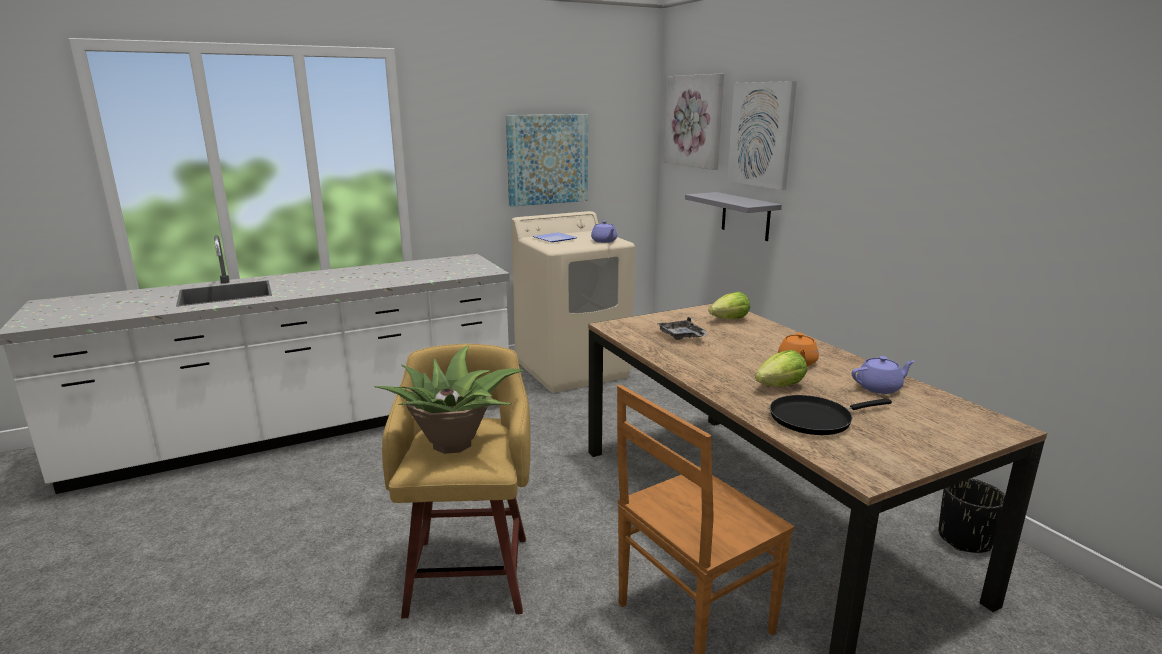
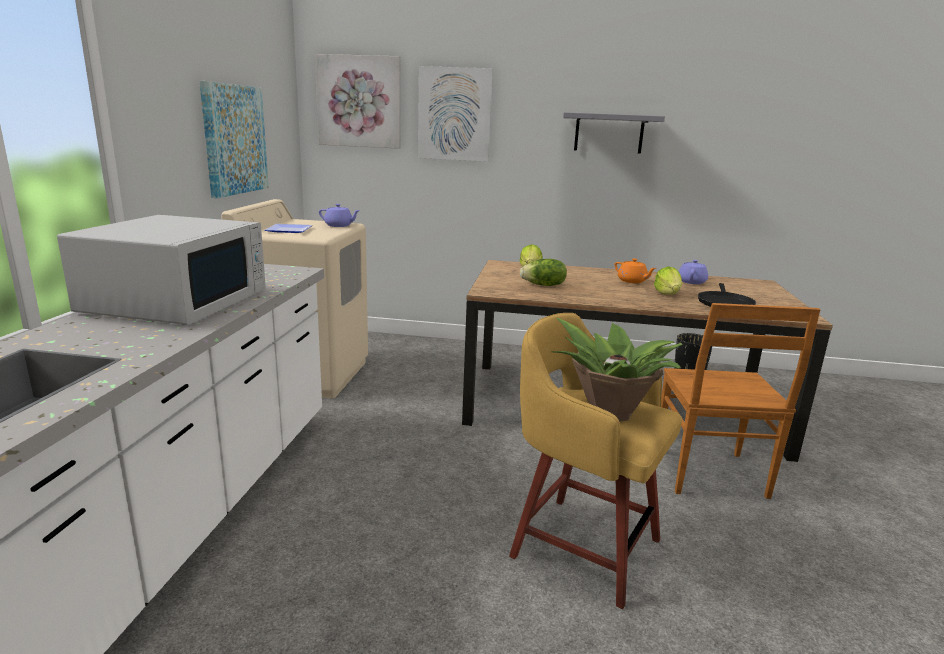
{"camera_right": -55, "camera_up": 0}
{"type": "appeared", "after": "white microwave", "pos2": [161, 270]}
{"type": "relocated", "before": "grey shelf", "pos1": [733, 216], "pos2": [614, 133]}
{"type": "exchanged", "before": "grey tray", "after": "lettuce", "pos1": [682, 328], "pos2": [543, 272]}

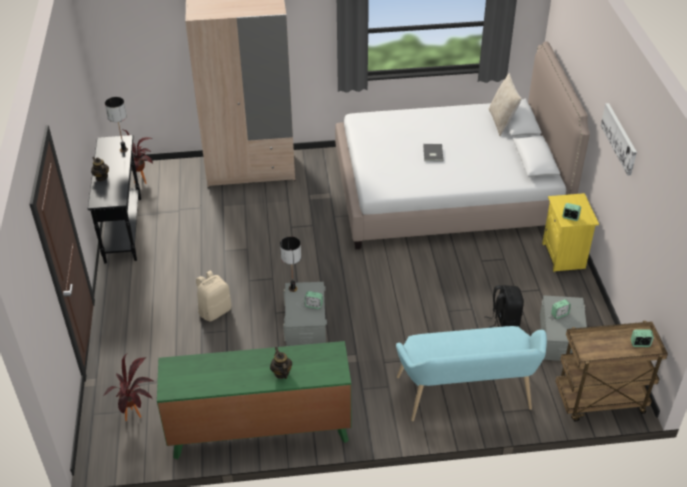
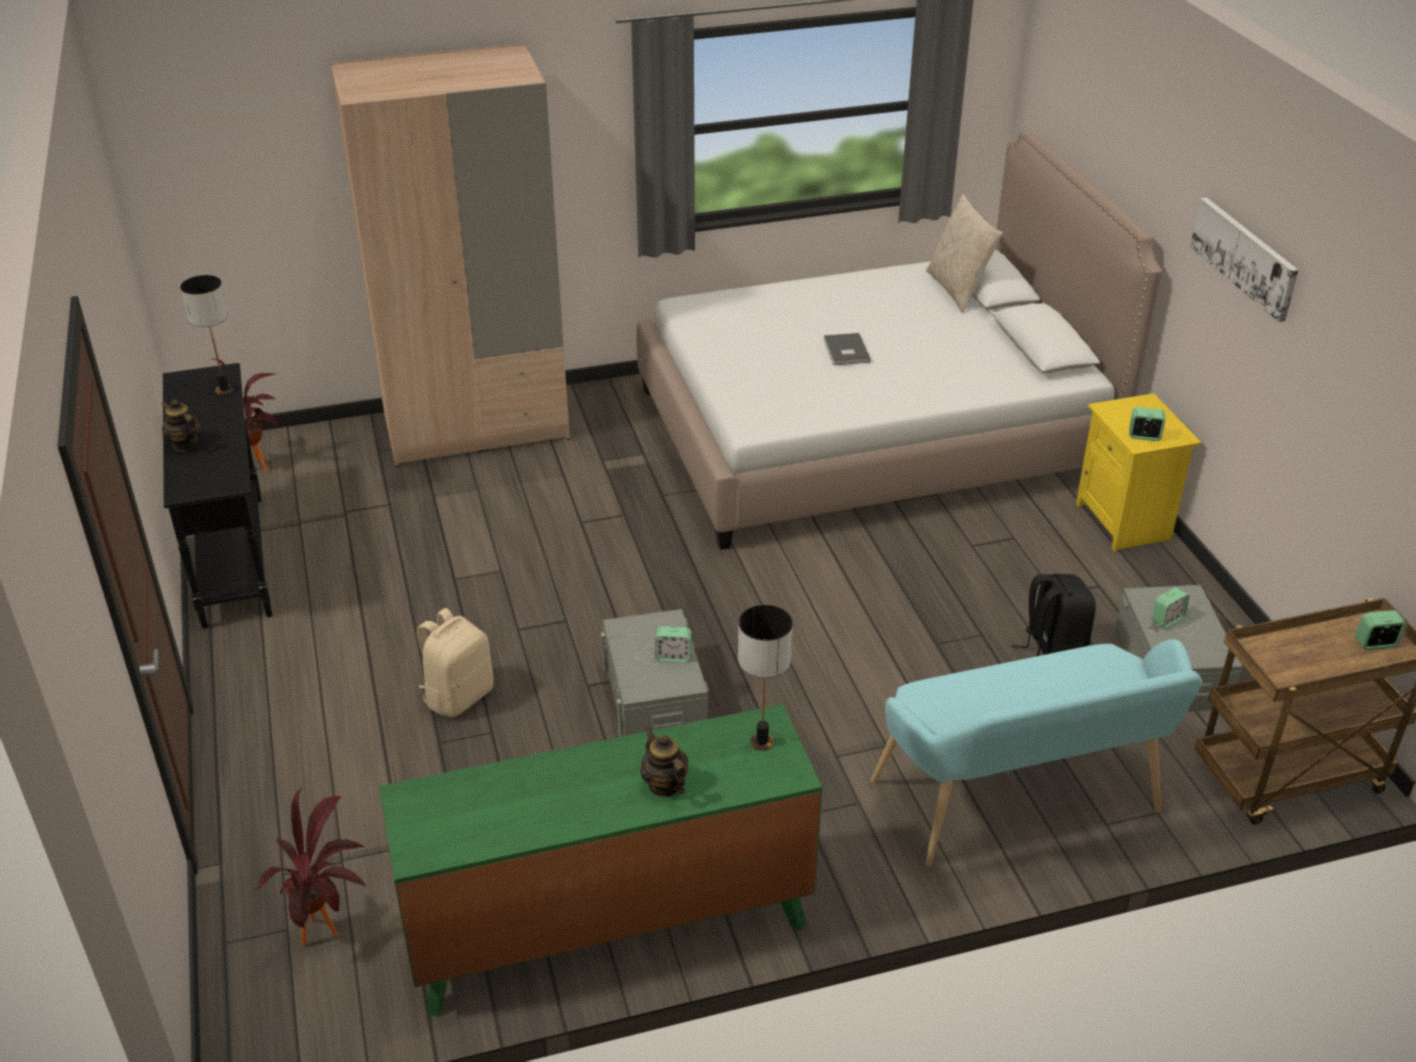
{"camera_right": -10, "camera_up": -5}
{"type": "relocated", "before": "table lamp", "pos1": [290, 264], "pos2": [765, 678]}

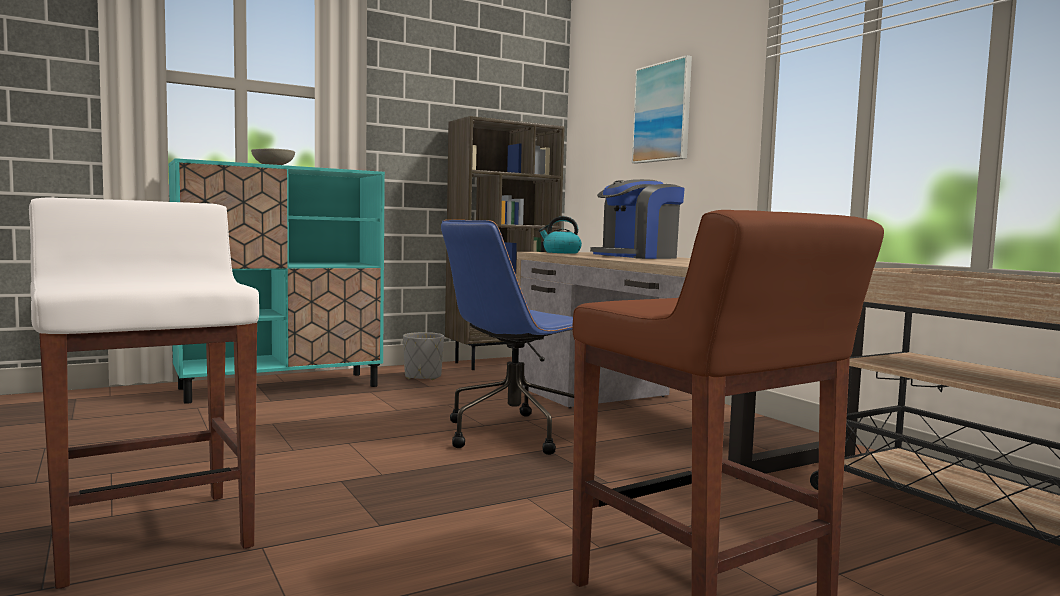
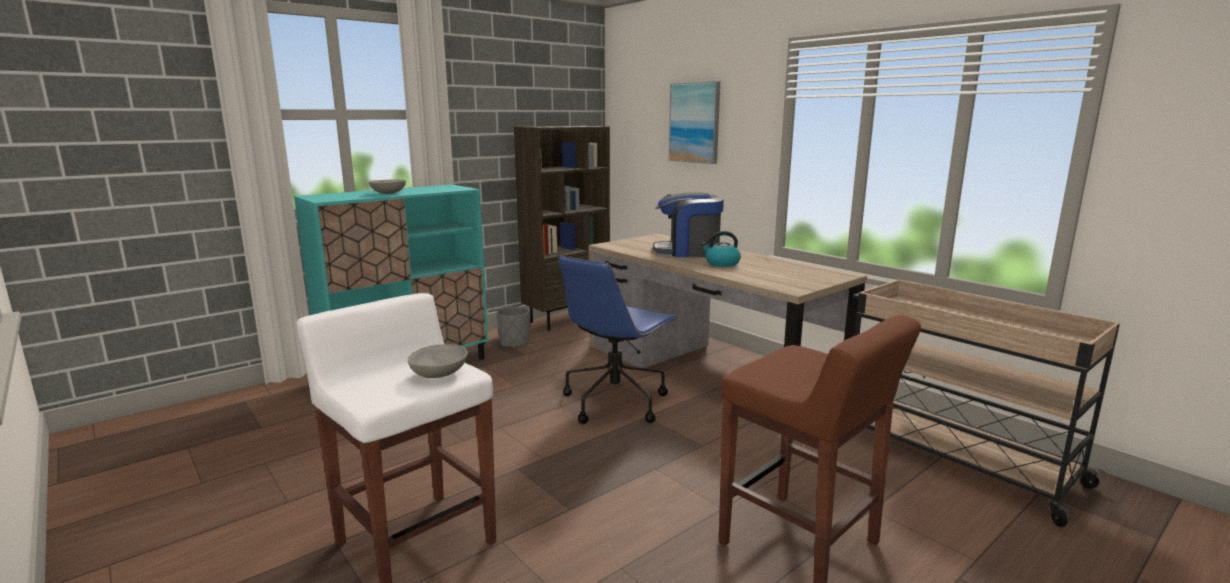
{"camera_right": -10, "camera_up": 10}
{"type": "appeared", "after": "grey bowl", "pos2": [438, 361]}
{"type": "relocated", "before": "kettle", "pos1": [560, 234], "pos2": [721, 249]}
{"type": "spun", "before": "coffee machine", "pos1": [637, 219], "pos2": [688, 224], "turn": 45}

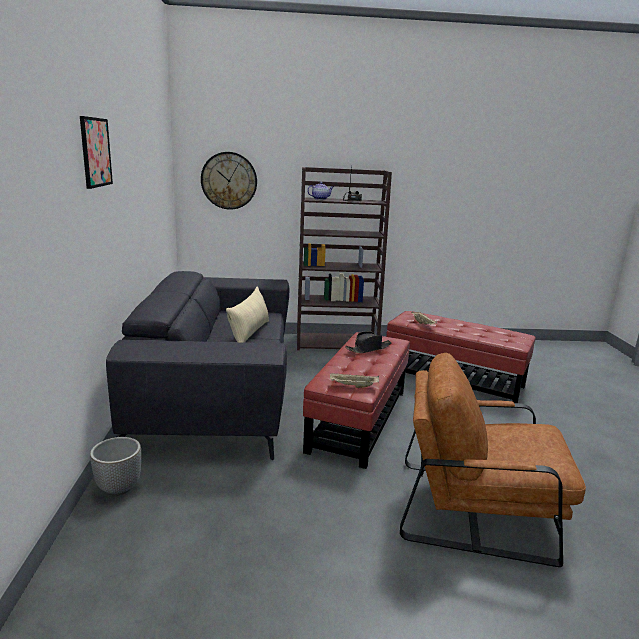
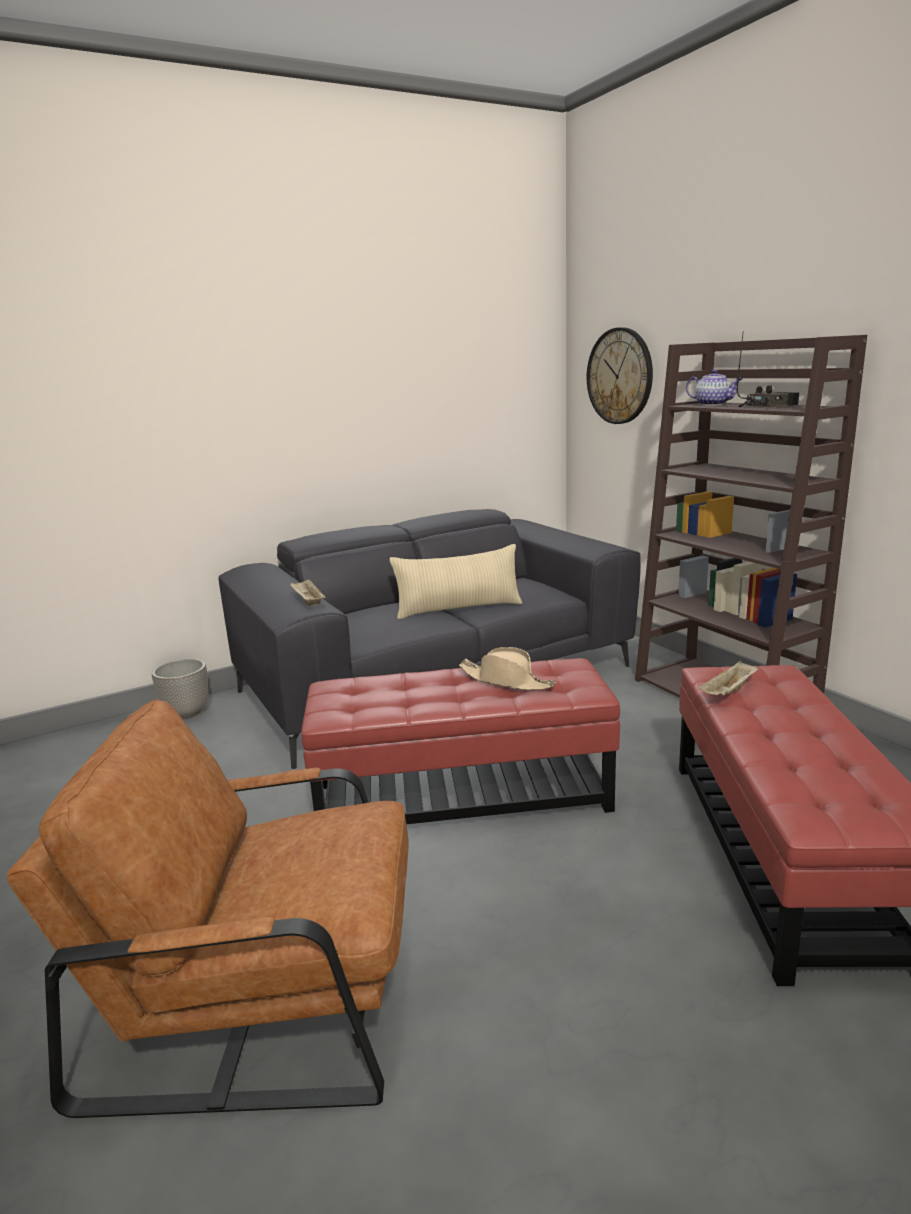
{"camera_right": 65, "camera_up": 0}
{"type": "missing", "before": "picture", "pos1": [96, 152]}
{"type": "relocated", "before": "beige tray", "pos1": [354, 380], "pos2": [307, 592]}
{"type": "colour", "before": "black hat", "after": "beige hat", "pos1": [368, 342], "pos2": [507, 668]}
{"type": "spun", "before": "brown armchair", "pos1": [493, 460], "pos2": [208, 909], "turn": -75}

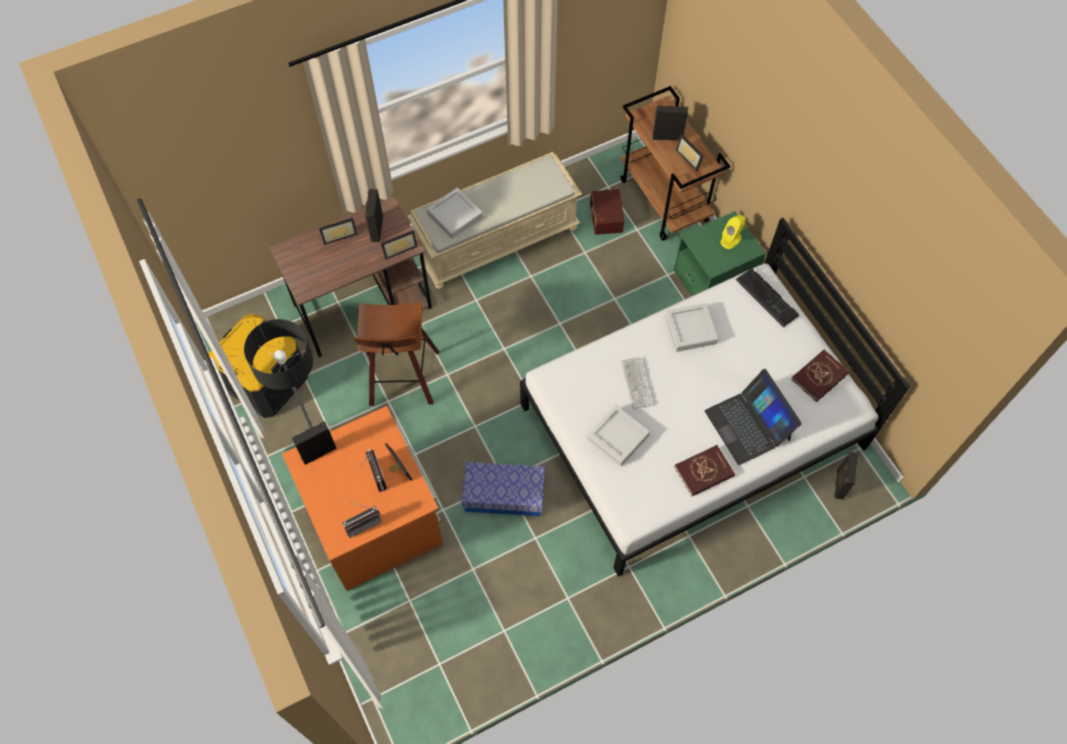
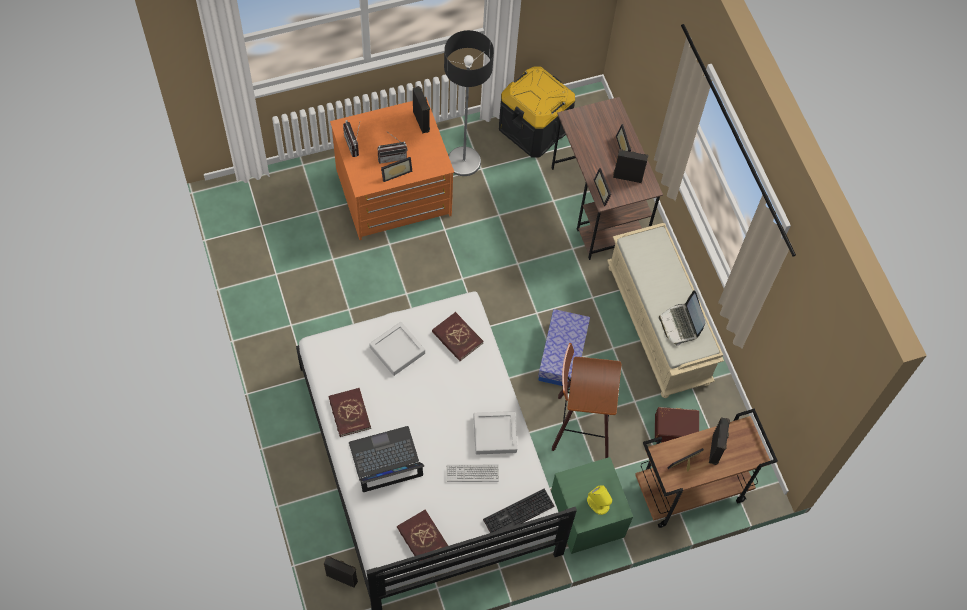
{"camera_right": 95, "camera_up": 0}
{"type": "missing", "before": "grey tray", "pos1": [455, 213]}
{"type": "appeared", "after": "red book", "pos2": [457, 336]}
{"type": "appeared", "after": "laptop", "pos2": [682, 318]}
{"type": "relocated", "before": "stool", "pos1": [396, 354], "pos2": [586, 400]}
{"type": "relocated", "before": "storage box", "pos1": [503, 489], "pos2": [564, 348]}
{"type": "relocated", "before": "keyboard", "pos1": [636, 383], "pos2": [472, 473]}

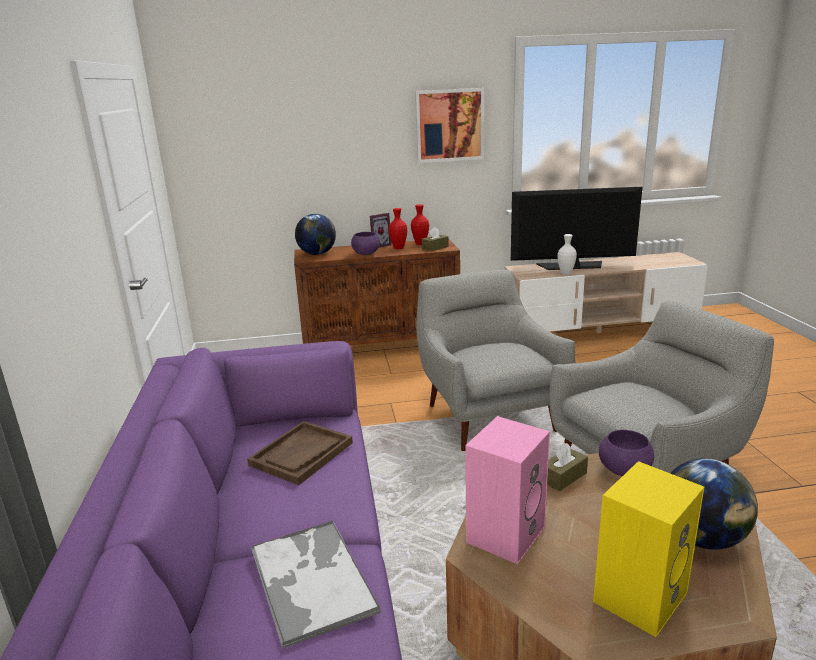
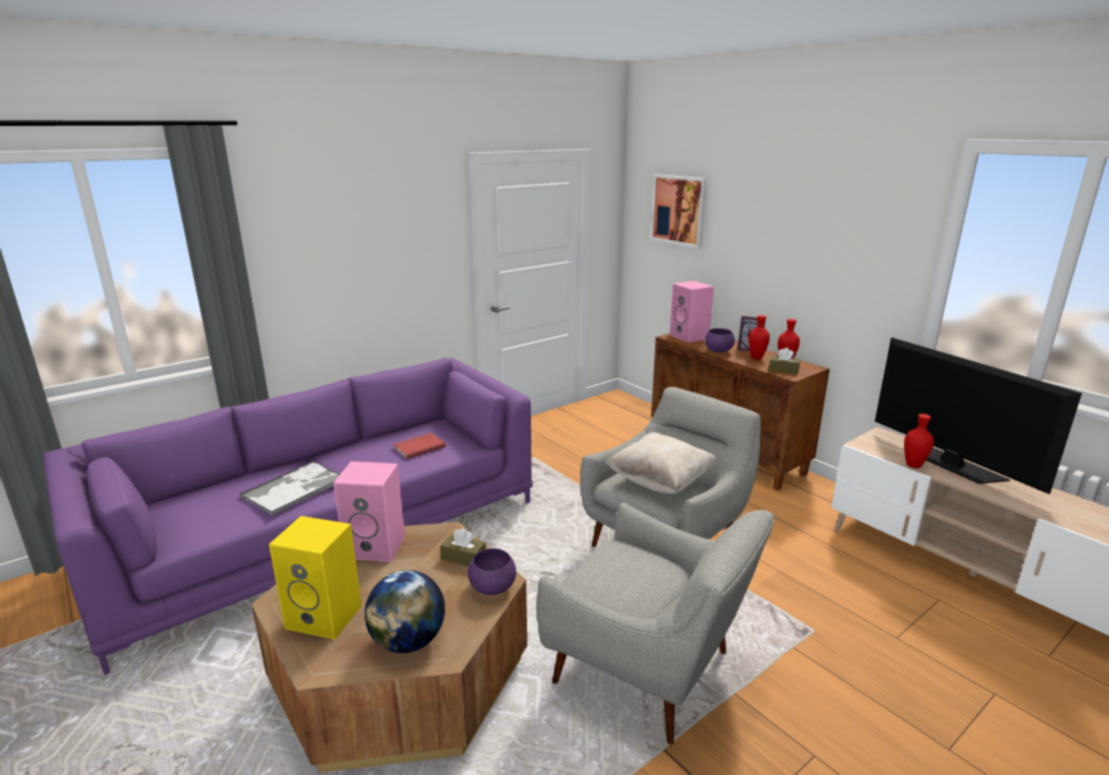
{"camera_right": 60, "camera_up": 0}
{"type": "appeared", "after": "beige pillow", "pos2": [661, 463]}
{"type": "relocated", "before": "picture", "pos1": [449, 125], "pos2": [678, 211]}
{"type": "exchanged", "before": "brown tray", "after": "red book", "pos1": [300, 453], "pos2": [419, 446]}
{"type": "exchanged", "before": "globe", "after": "pink speaker", "pos1": [315, 234], "pos2": [691, 312]}
{"type": "colour", "before": "white vase", "after": "red vase", "pos1": [567, 254], "pos2": [919, 441]}

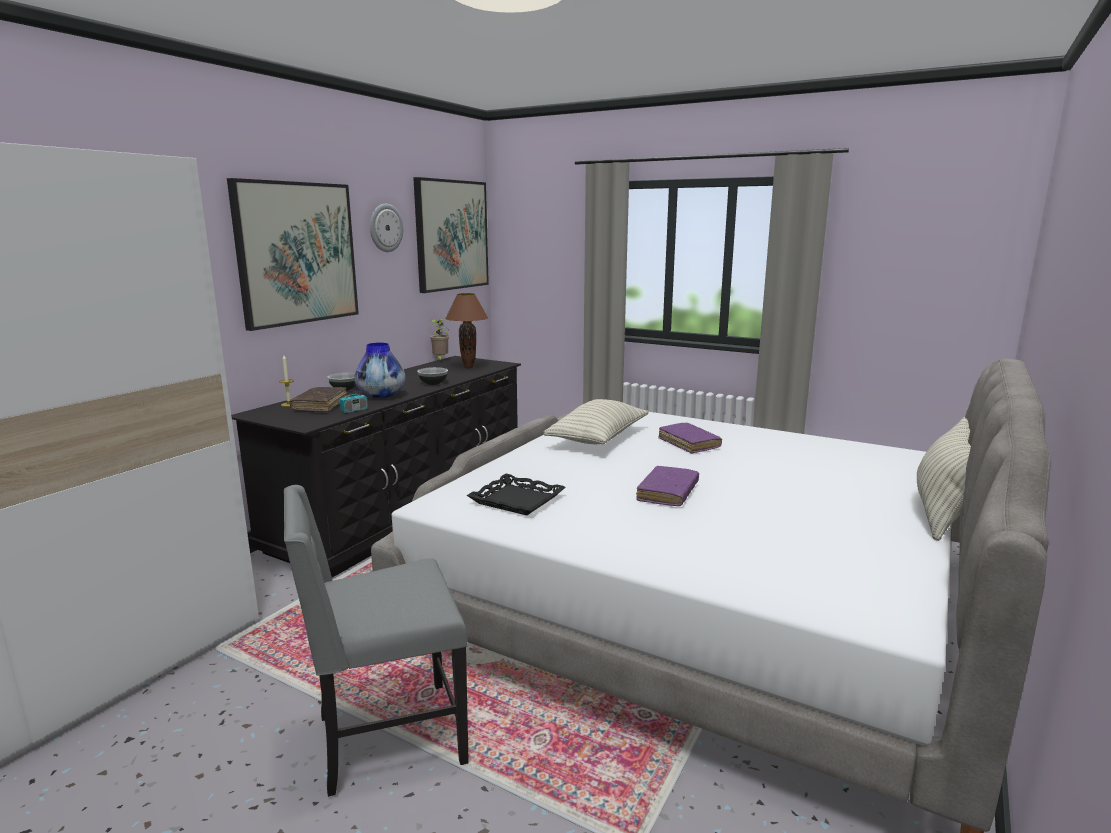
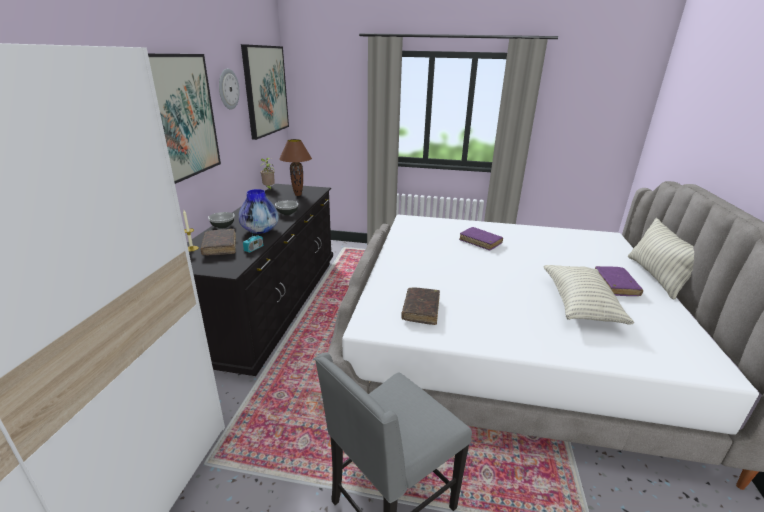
{"camera_right": -20, "camera_up": 10}
{"type": "relocated", "before": "pillow", "pos1": [596, 421], "pos2": [589, 294]}
{"type": "relocated", "before": "purple book", "pos1": [667, 486], "pos2": [619, 281]}
{"type": "exchanged", "before": "black tray", "after": "brown book", "pos1": [516, 494], "pos2": [420, 306]}

